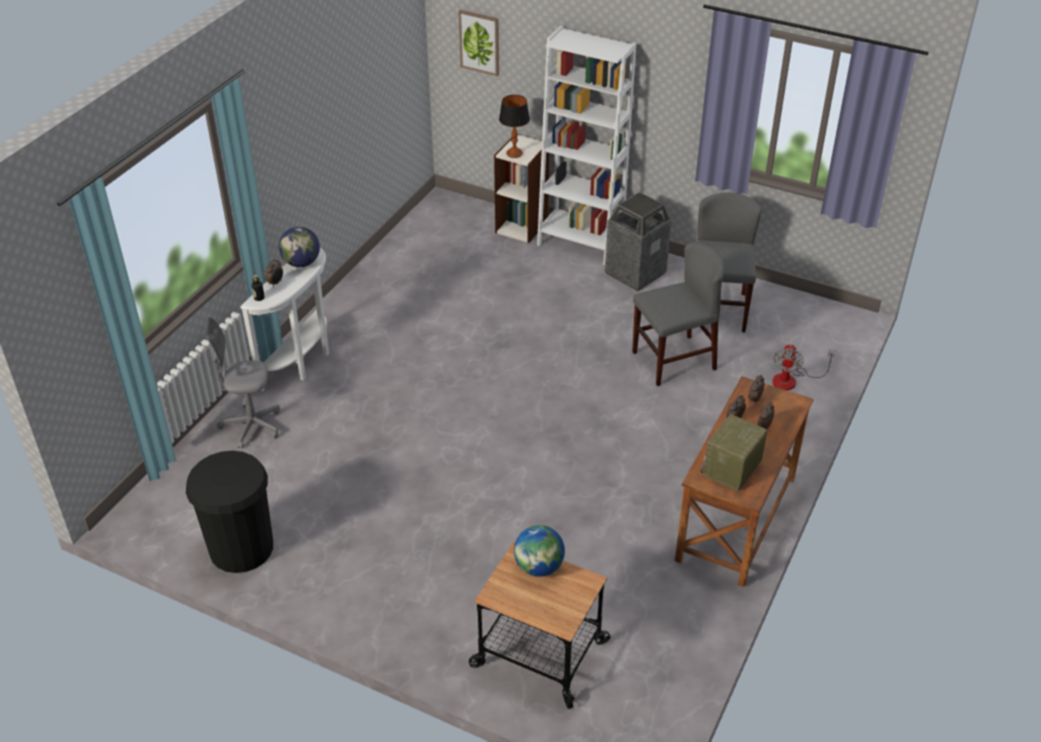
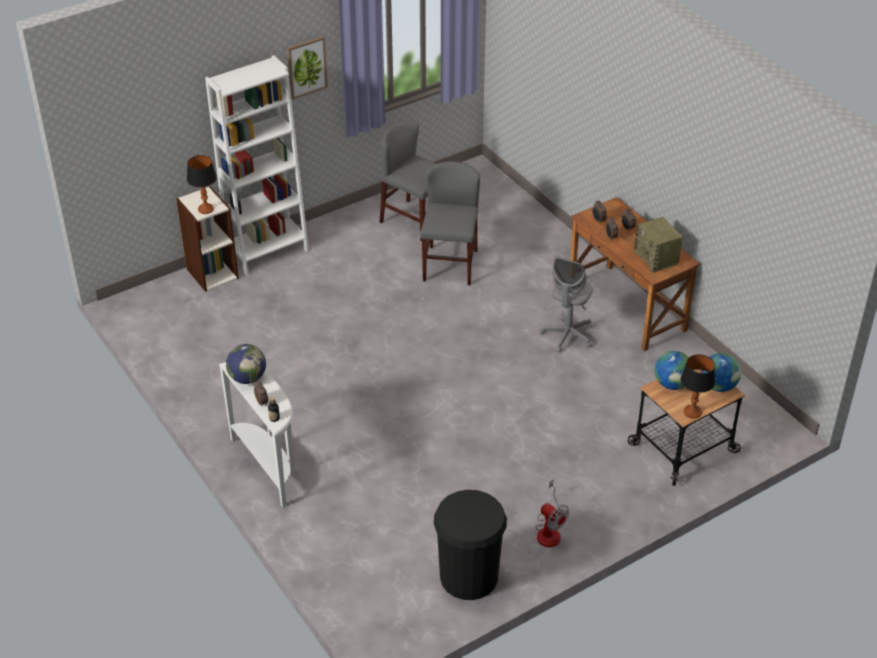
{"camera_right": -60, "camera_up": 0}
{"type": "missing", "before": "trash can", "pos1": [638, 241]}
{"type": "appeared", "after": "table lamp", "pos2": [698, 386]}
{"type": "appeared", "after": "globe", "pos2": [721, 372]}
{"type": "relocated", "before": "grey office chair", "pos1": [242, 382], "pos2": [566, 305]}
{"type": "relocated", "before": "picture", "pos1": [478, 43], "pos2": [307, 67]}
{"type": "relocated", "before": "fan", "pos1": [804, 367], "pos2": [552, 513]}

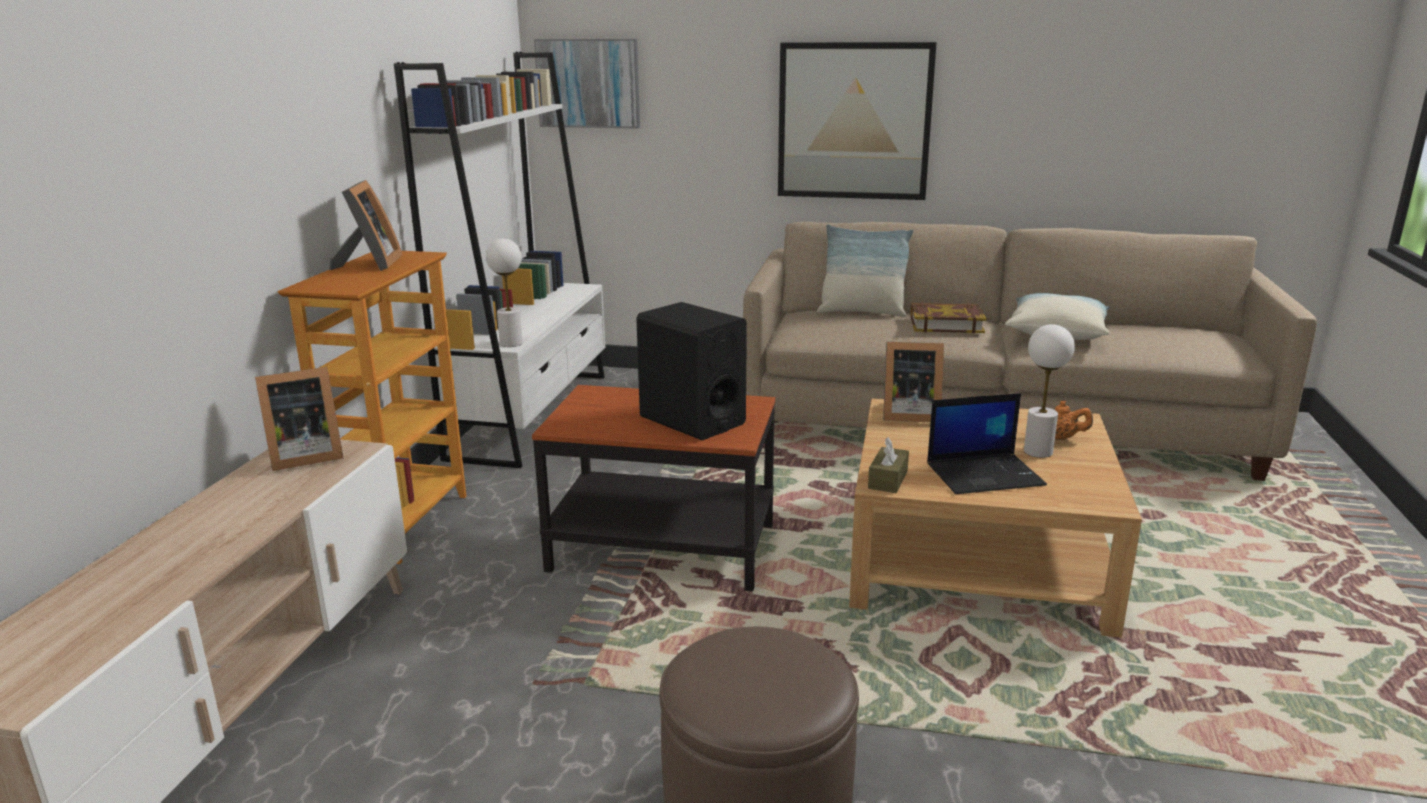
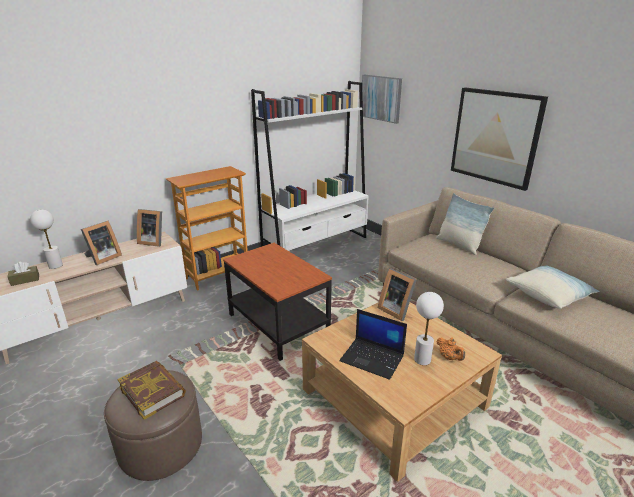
{"camera_right": 40, "camera_up": 5}
{"type": "missing", "before": "black speaker", "pos1": [691, 371]}
{"type": "relocated", "before": "picture frame", "pos1": [365, 225], "pos2": [101, 243]}
{"type": "relocated", "before": "white table lamp", "pos1": [504, 293], "pos2": [46, 239]}
{"type": "relocated", "before": "brown tissue box", "pos1": [888, 465], "pos2": [23, 273]}
{"type": "relocated", "before": "book", "pos1": [948, 317], "pos2": [152, 390]}

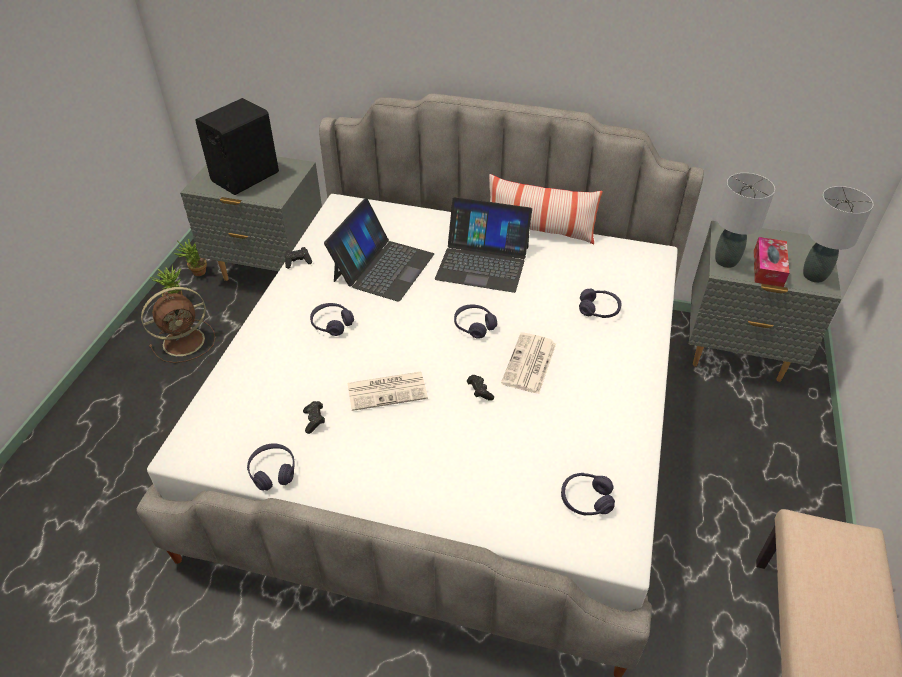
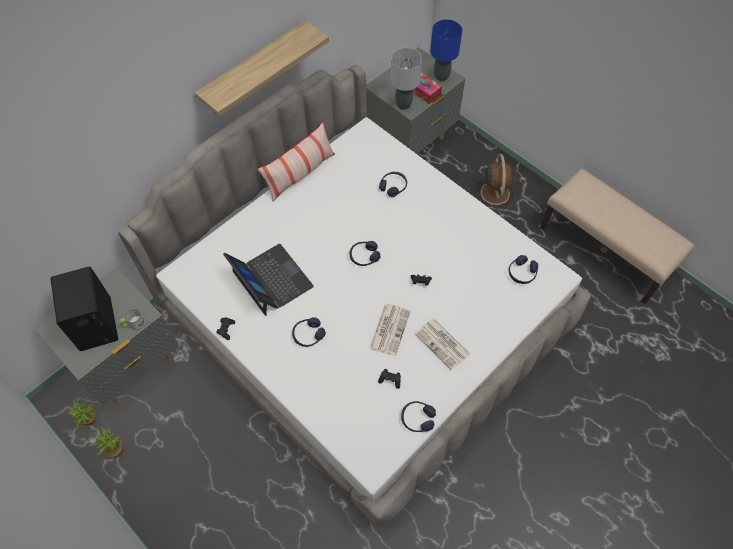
{"camera_right": -60, "camera_up": 15}
{"type": "missing", "before": "laptop", "pos1": [483, 245]}
{"type": "appeared", "after": "mug", "pos2": [132, 319]}
{"type": "appeared", "after": "shelf", "pos2": [262, 68]}
{"type": "relocated", "before": "brown fan", "pos1": [178, 325], "pos2": [494, 182]}
{"type": "relocated", "before": "newspaper", "pos1": [528, 363], "pos2": [442, 344]}
{"type": "colour", "before": "grey table lamp", "after": "blue table lamp", "pos1": [838, 234], "pos2": [446, 50]}

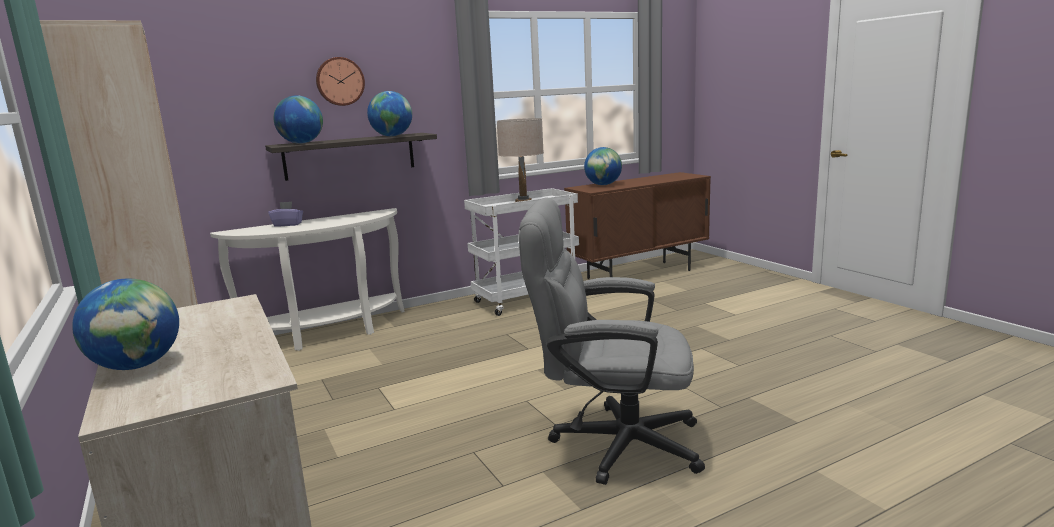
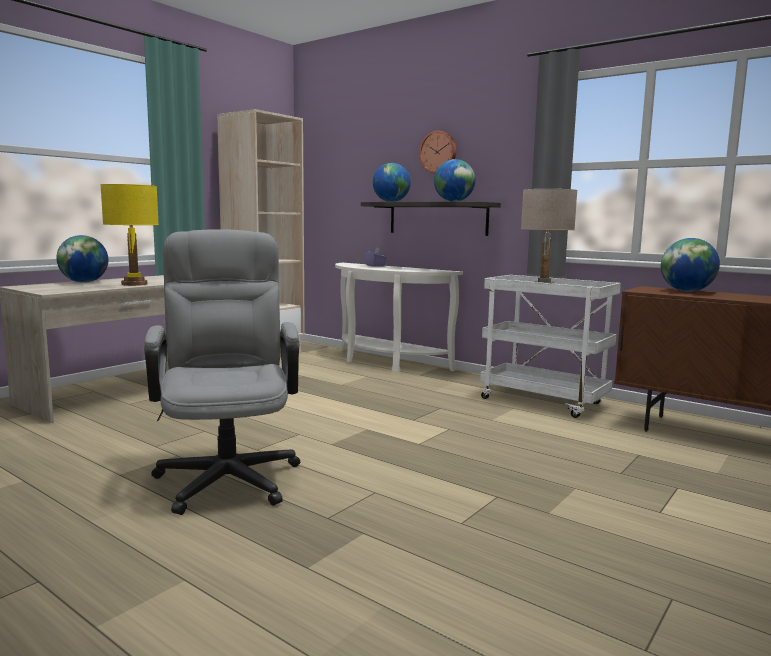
{"camera_right": 65, "camera_up": -5}
{"type": "appeared", "after": "yellow table lamp", "pos2": [129, 235]}

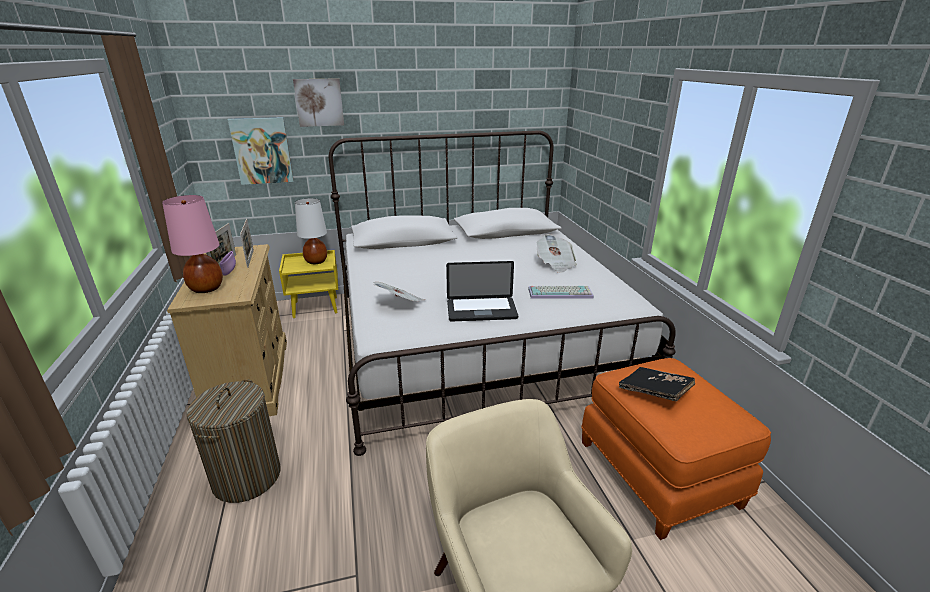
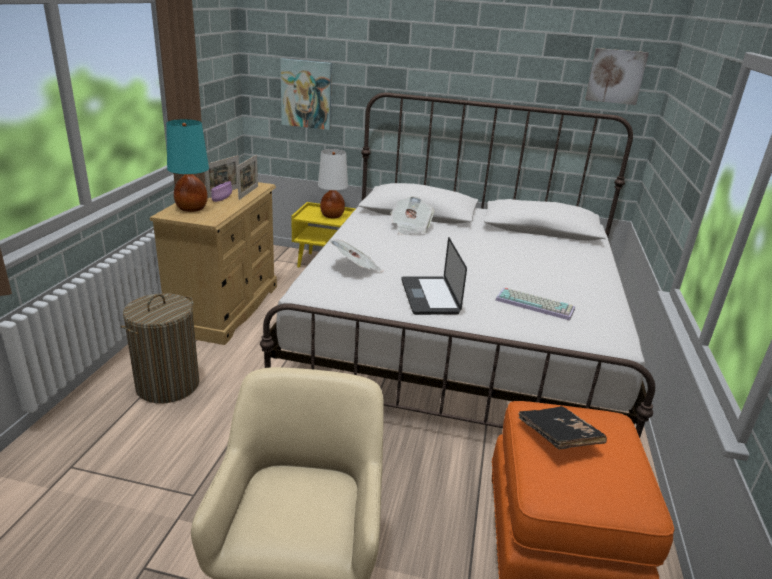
{"camera_right": 25, "camera_up": 0}
{"type": "relocated", "before": "picture", "pos1": [318, 102], "pos2": [617, 76]}
{"type": "relocated", "before": "newspaper", "pos1": [556, 253], "pos2": [412, 215]}
{"type": "colour", "before": "pink table lamp", "after": "turquoise table lamp", "pos1": [192, 244], "pos2": [187, 165]}
{"type": "spun", "before": "laptop", "pos1": [482, 291], "pos2": [434, 276], "turn": 60}

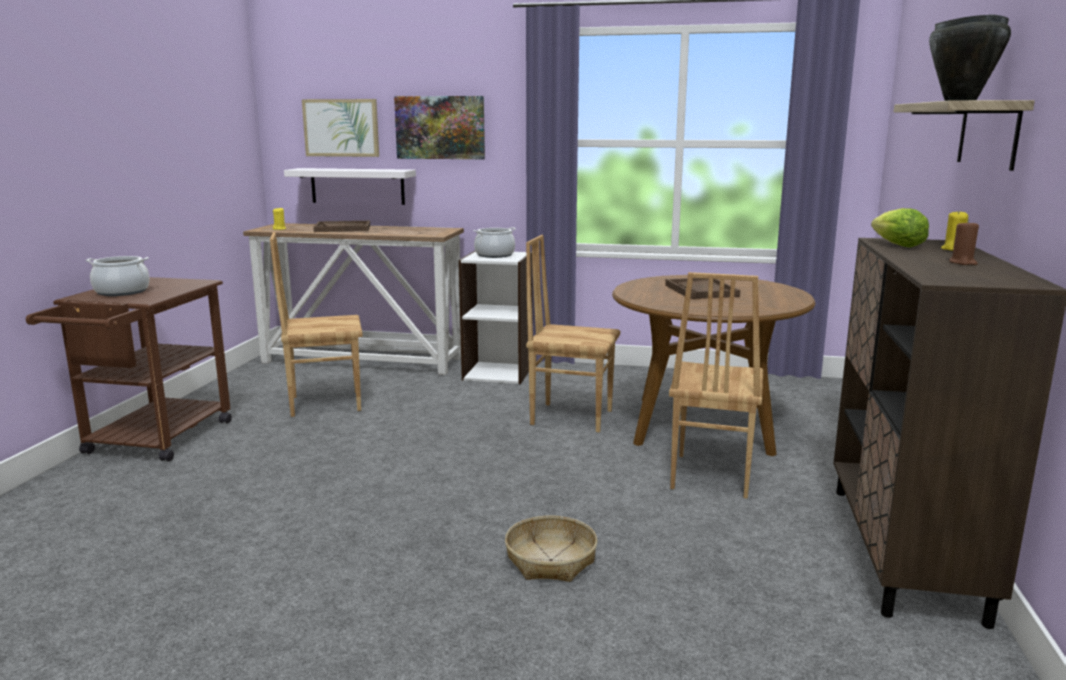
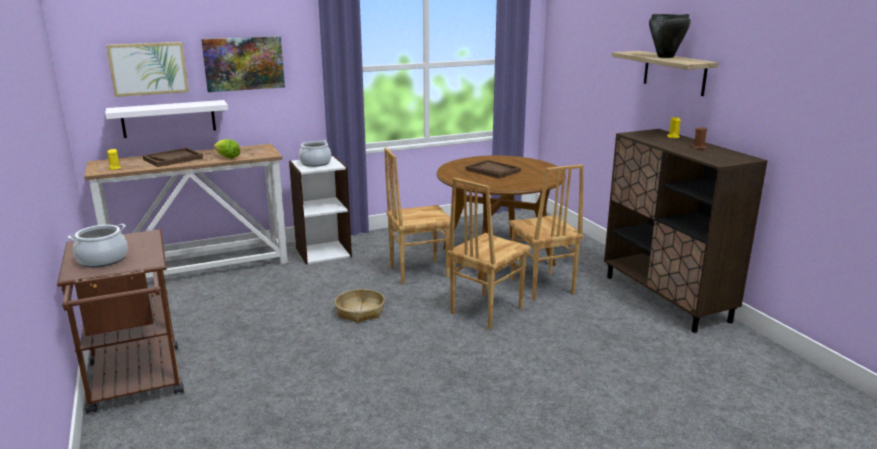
{"camera_right": -35, "camera_up": 5}
{"type": "relocated", "before": "brown chair", "pos1": [316, 324], "pos2": [489, 253]}
{"type": "relocated", "before": "basket", "pos1": [551, 549], "pos2": [359, 306]}
{"type": "relocated", "before": "lettuce", "pos1": [900, 228], "pos2": [227, 149]}

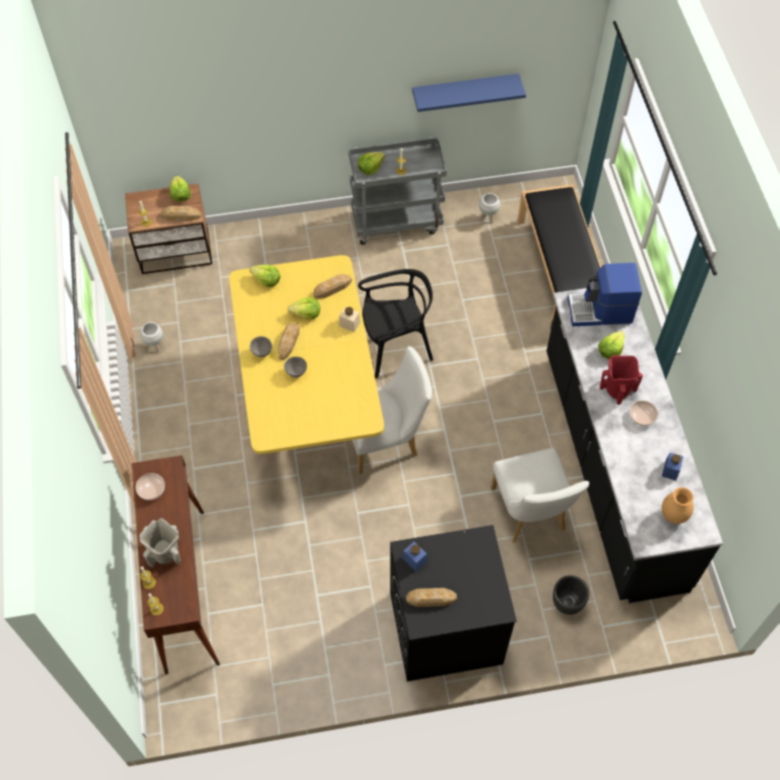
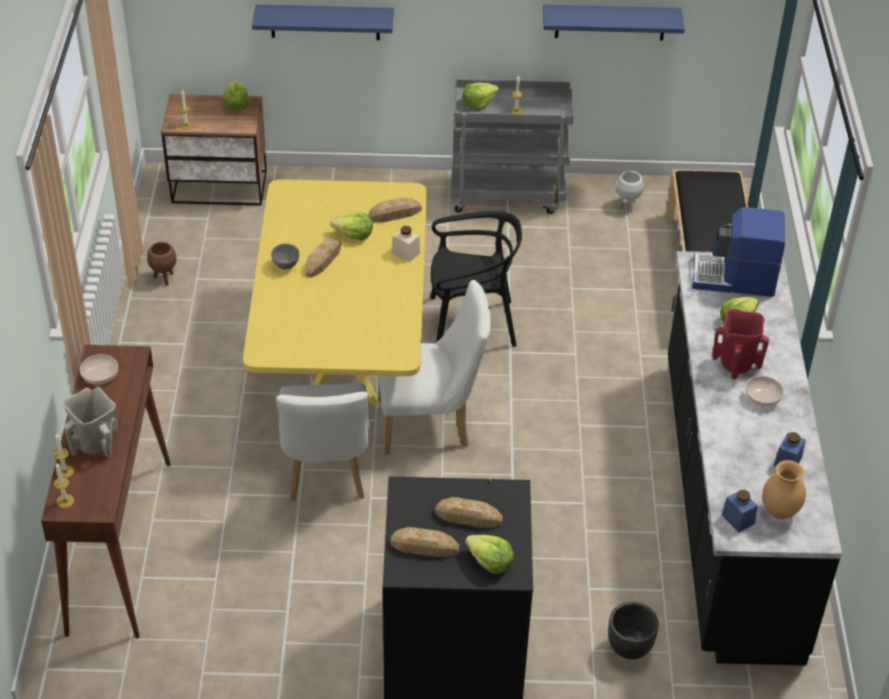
{"camera_right": 10, "camera_up": -15}
{"type": "missing", "before": "grey bowl", "pos1": [295, 367]}
{"type": "appeared", "after": "blue shelf", "pos2": [323, 22]}
{"type": "relocated", "before": "bread", "pos1": [181, 213], "pos2": [469, 512]}
{"type": "relocated", "before": "lettuce", "pos1": [264, 276], "pos2": [489, 554]}
{"type": "relocated", "before": "blue jar", "pos1": [414, 557], "pos2": [740, 511]}
{"type": "relocated", "before": "white chair", "pos1": [540, 495], "pos2": [322, 442]}
{"type": "colour", "before": "white planter", "after": "brown planter", "pos1": [151, 337], "pos2": [161, 264]}

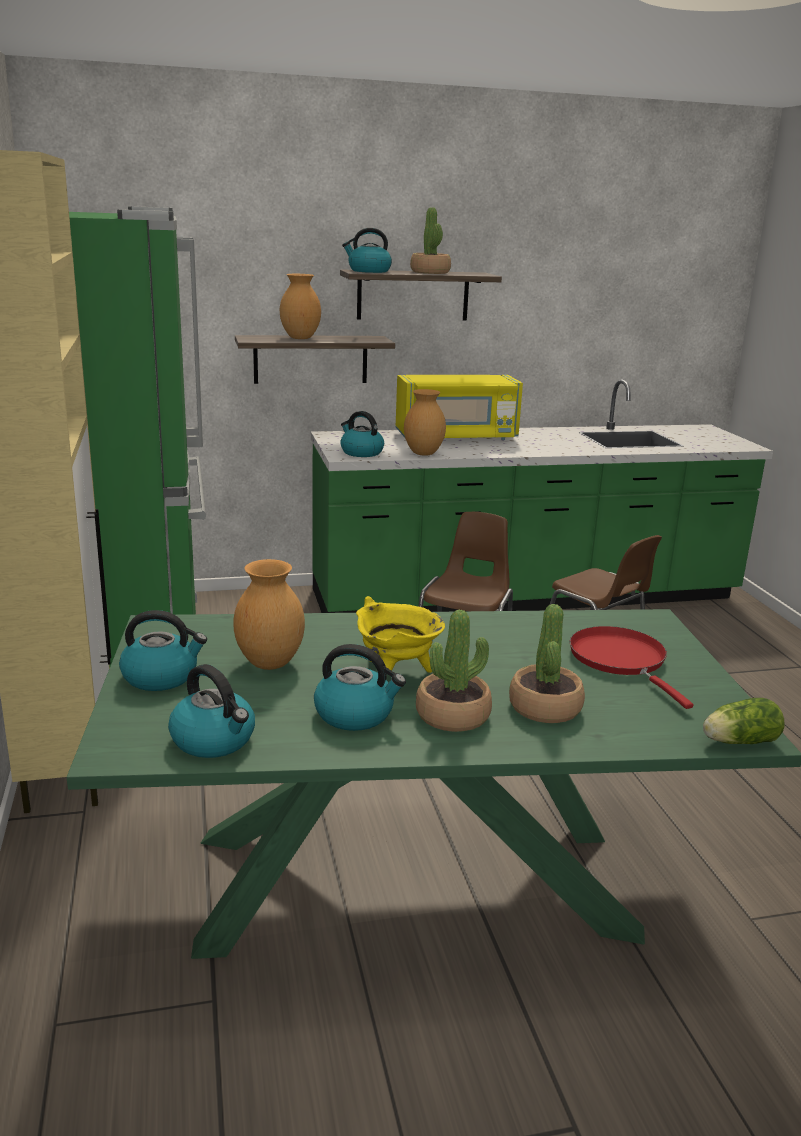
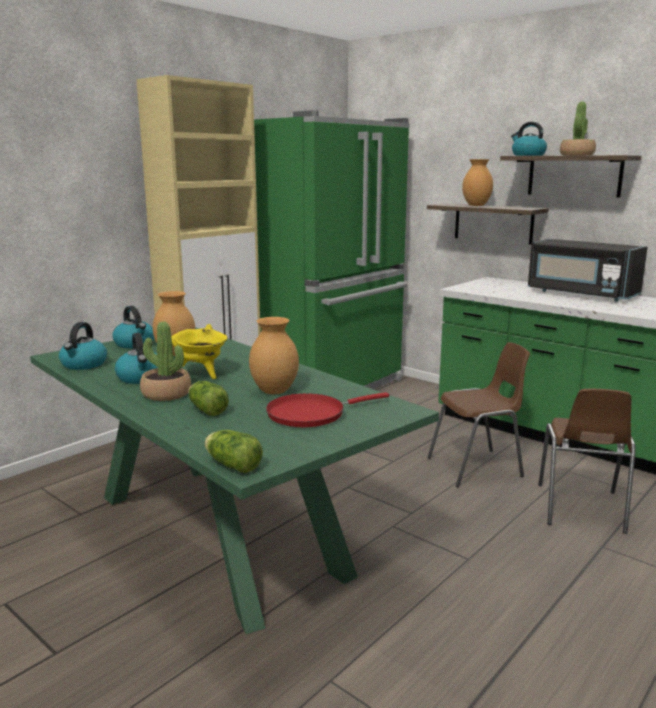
{"camera_right": 55, "camera_up": -5}
{"type": "missing", "before": "kettle", "pos1": [362, 434]}
{"type": "relocated", "before": "brown vase", "pos1": [425, 422], "pos2": [274, 355]}
{"type": "exchanged", "before": "potted plant", "after": "lettuce", "pos1": [547, 663], "pos2": [208, 398]}
{"type": "colour", "before": "yellow microwave", "after": "black microwave", "pos1": [459, 407], "pos2": [588, 270]}
{"type": "spun", "before": "red frying pan", "pos1": [631, 667], "pos2": [327, 409], "turn": -150}

